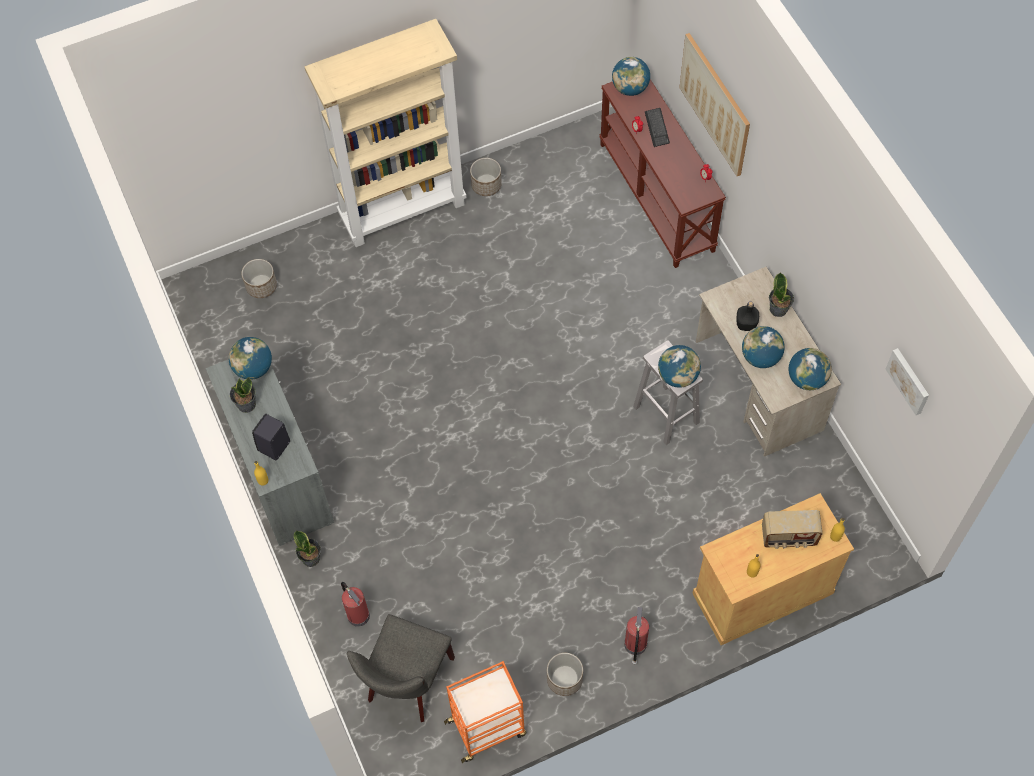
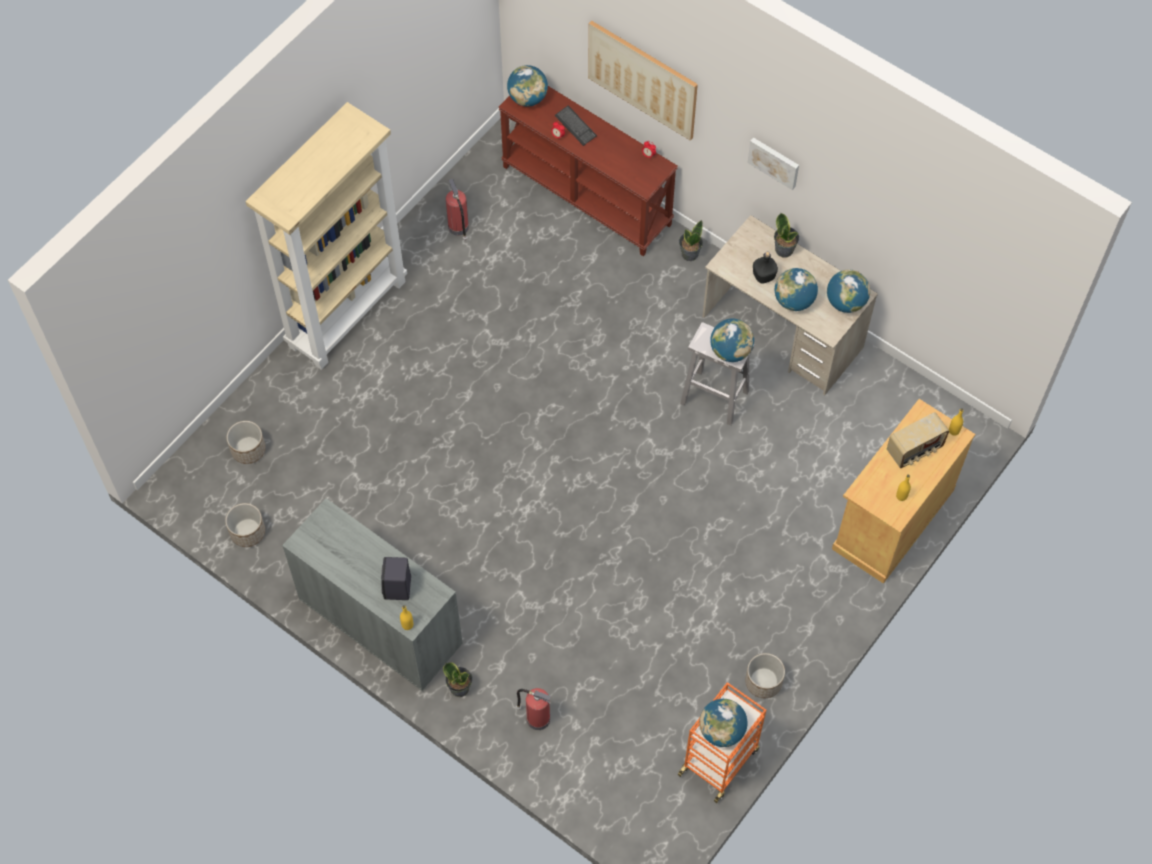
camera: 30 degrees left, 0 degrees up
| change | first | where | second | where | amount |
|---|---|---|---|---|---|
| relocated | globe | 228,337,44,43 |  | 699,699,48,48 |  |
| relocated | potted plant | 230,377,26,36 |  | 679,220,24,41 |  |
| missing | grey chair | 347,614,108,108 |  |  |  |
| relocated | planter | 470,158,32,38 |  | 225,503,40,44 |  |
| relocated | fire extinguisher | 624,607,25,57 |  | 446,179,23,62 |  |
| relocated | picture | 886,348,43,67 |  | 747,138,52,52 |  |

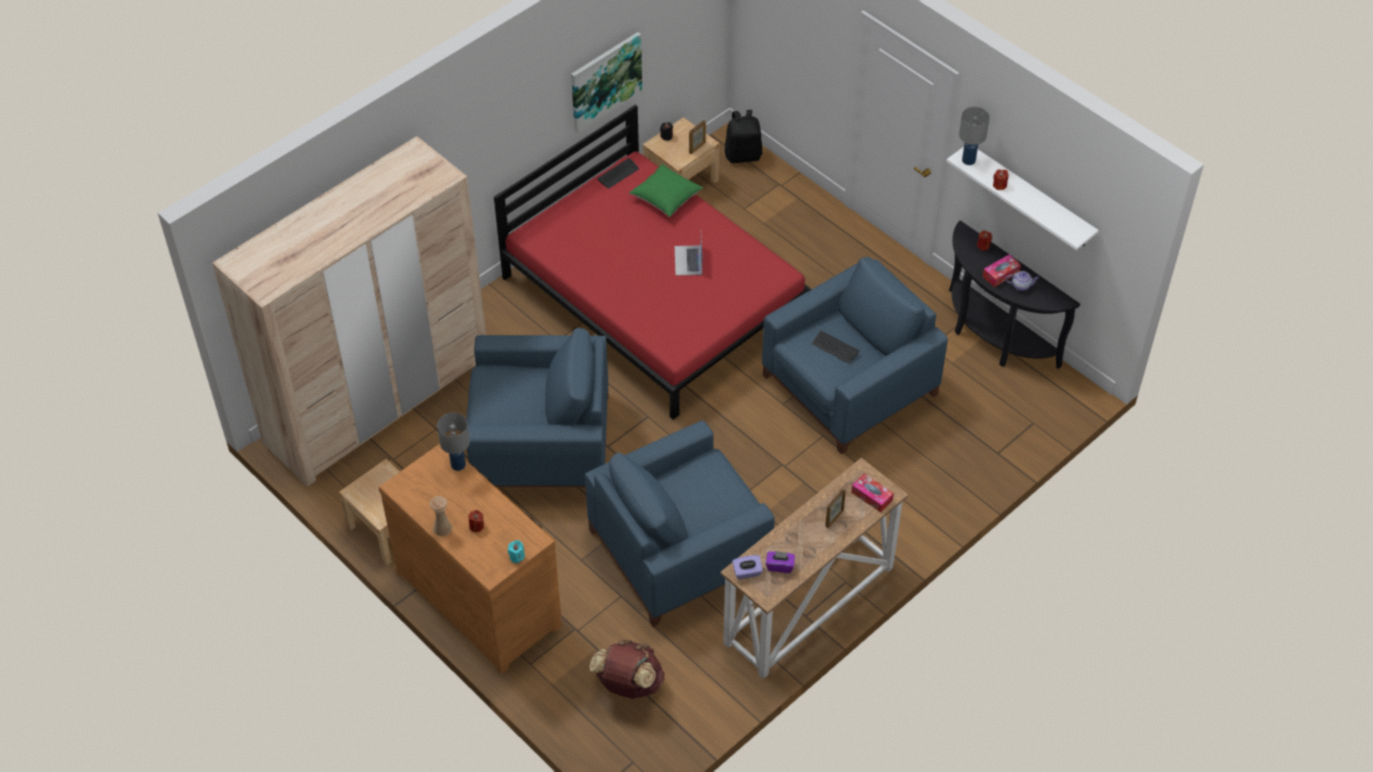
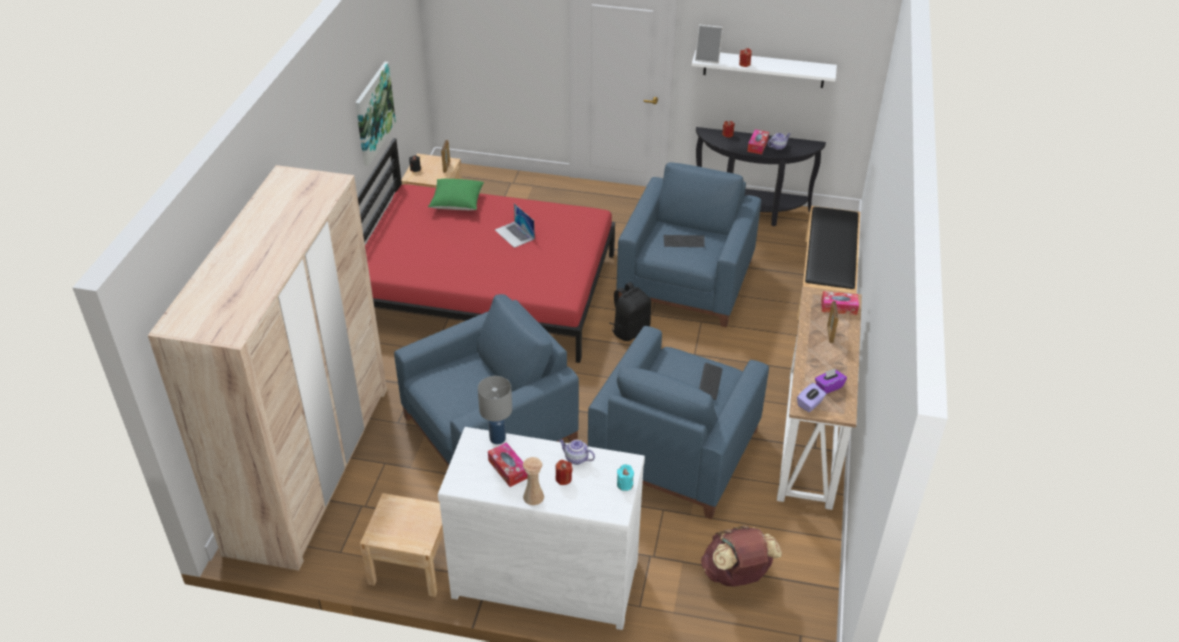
camera: 35 degrees left, 10 degrees down
| change | first | where | second | where | amount |
|---|---|---|---|---|---|
| colour | brown dresser | 379,444,183,230 | white dresser | 438,427,207,203 |  |
| relocated | keyboard | 597,158,42,31 |  | 699,363,24,37 |  |
| relocated | black backpack | 725,110,37,53 |  | 609,282,42,59 |  |
| exchanged | grey table lamp | 959,107,31,58 | picture frame | 695,25,28,38 |  |
| appeared |  |  | tissue box | 488,442,40,45 |  |
| appeared |  |  | teapot | 559,439,36,26 |  |
| appeared |  |  | black bench | 797,206,63,114 |  |

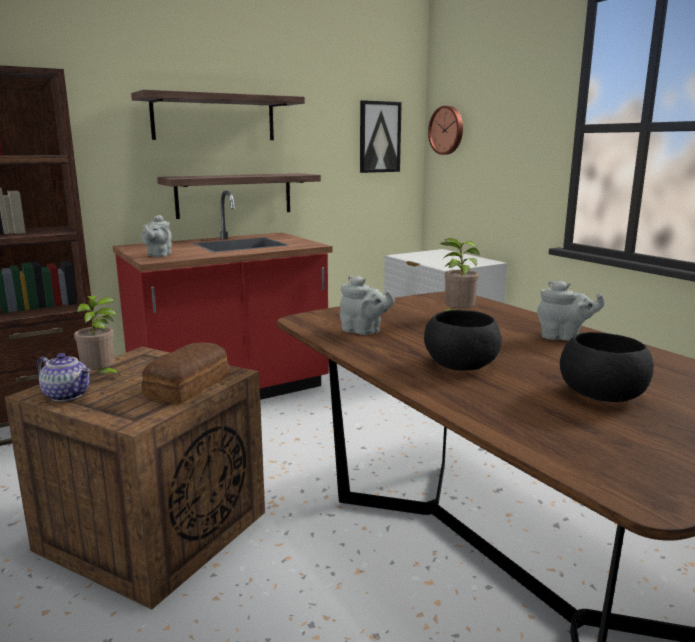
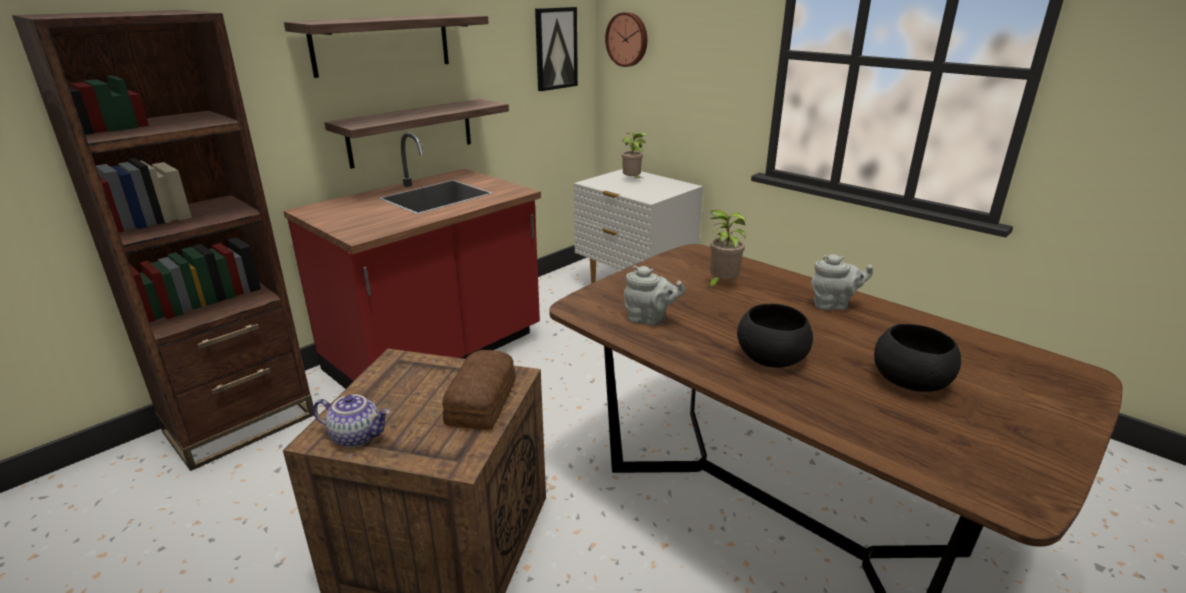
camera: 15 degrees left, 10 degrees up
| change | first | where | second | where | amount |
|---|---|---|---|---|---|
| relocated | potted plant | 74,296,47,80 |  | 622,132,26,46 |  |
| missing | grey teapot | 141,215,31,42 |  |  |  |

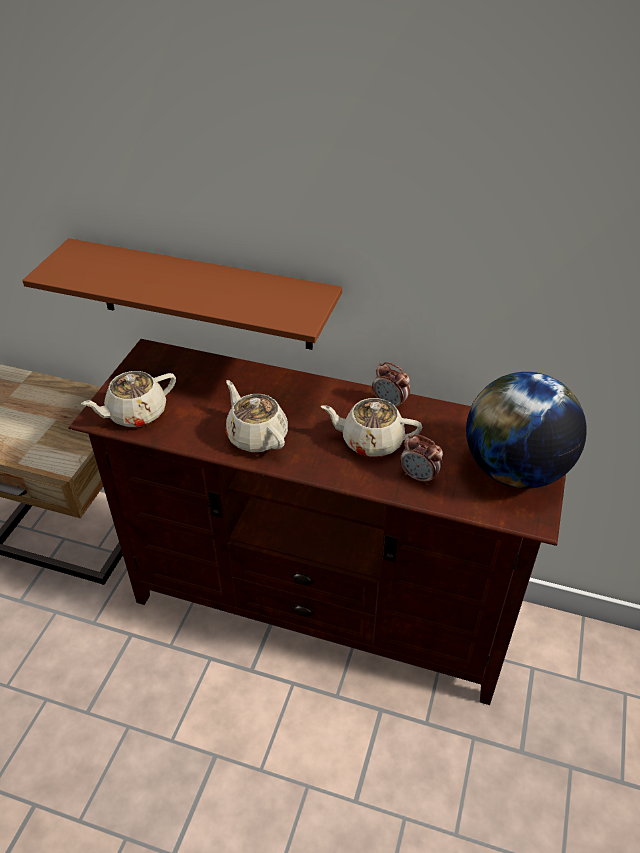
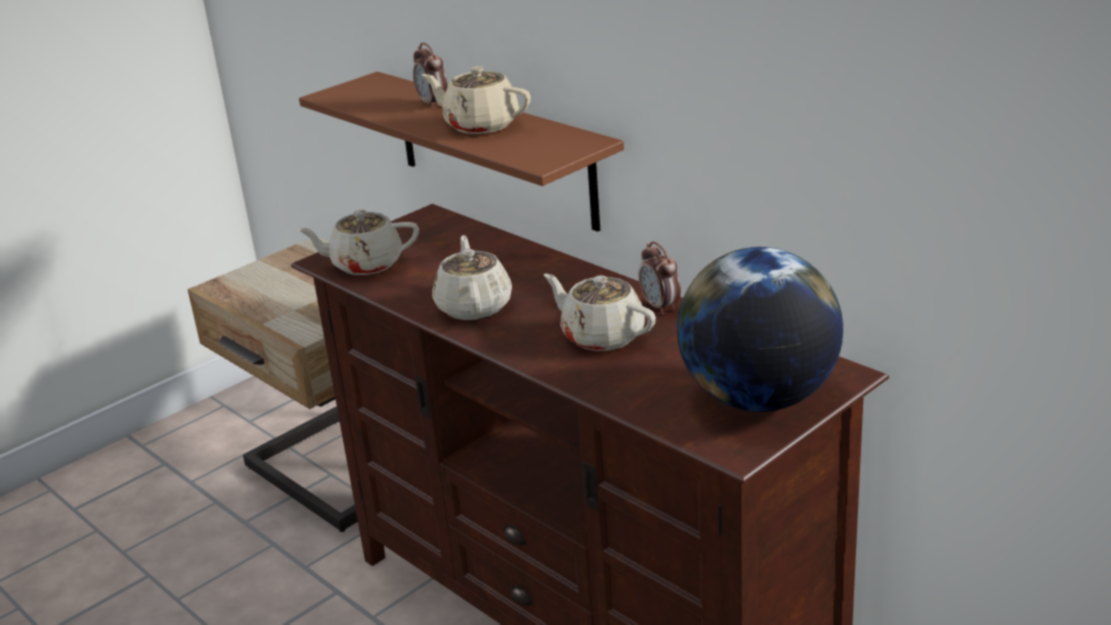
camera: 30 degrees right, 15 degrees down
| change | first | where | second | where | amount |
|---|---|---|---|---|---|
| relocated | alarm clock | 400,434,43,51 |  | 413,43,35,66 |  |
| appeared |  |  | beige teapot | 422,66,109,68 |  |

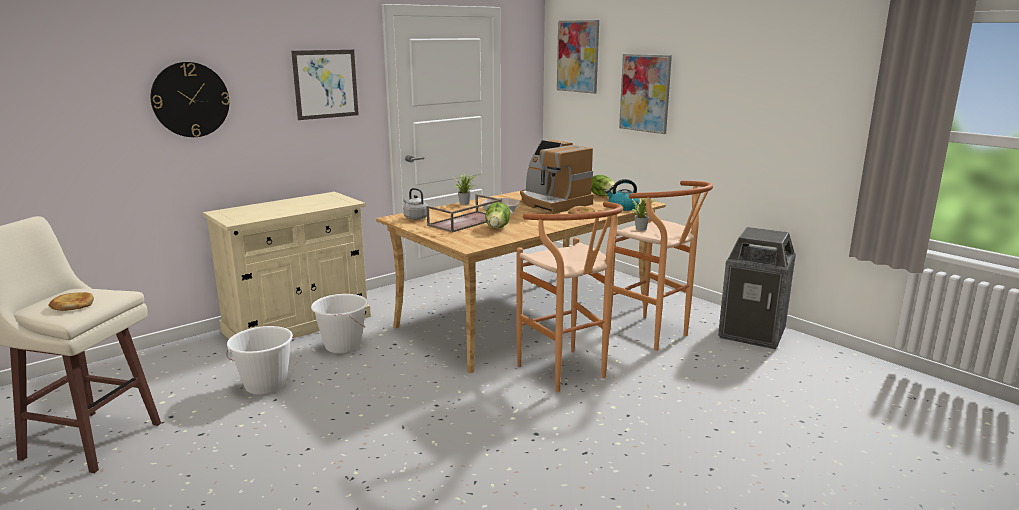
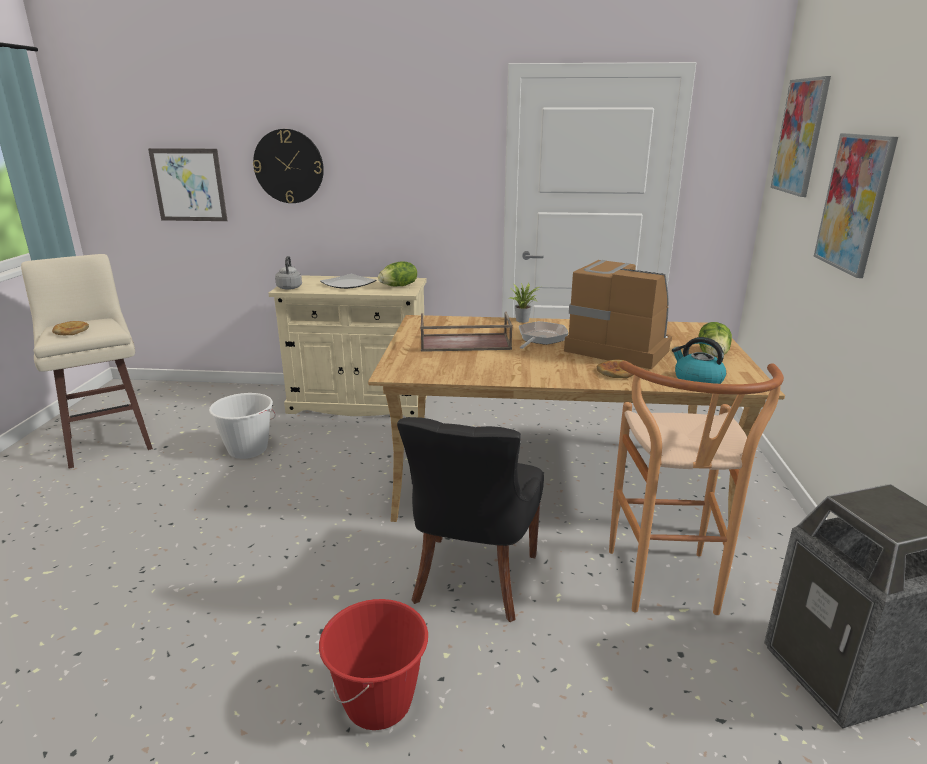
camera: 45 degrees right, 5 degrees up
| change | first | where | second | where | amount |
|---|---|---|---|---|---|
| relocated | picture | 291,50,68,70 |  | 148,148,80,73 |  |
| missing | white bucket | 311,294,57,60 |  |  |  |
| relocated | grey kettle | 403,188,25,32 |  | 275,256,27,34 |  |
| relocated | lettuce | 485,202,25,27 |  | 378,262,39,25 |  |
| exchanged | brown stool | 516,202,107,190 | black chair | 397,417,147,205 |  |
| spun | coffee machine | 520,140,74,74 |  | 564,260,108,109 | 120 degrees clockwise |
| missing | potted plant | 631,198,25,32 |  |  |  |
| appeared |  |  | red bucket | 319,599,109,131 |  |
| appeared |  |  | plate | 320,274,56,15 |  |

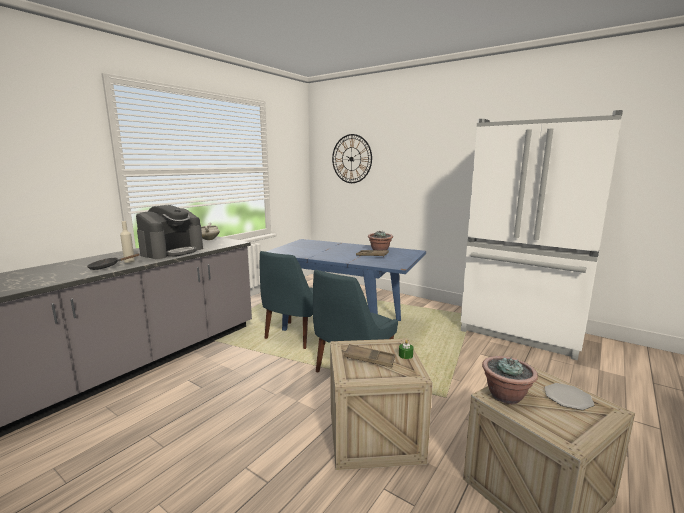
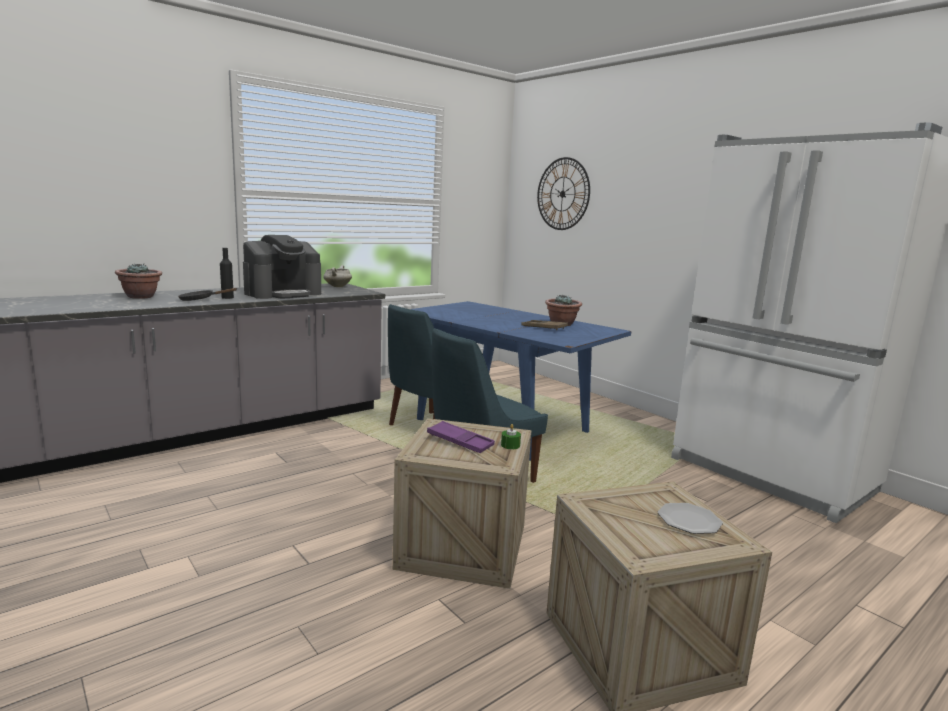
camera: 15 degrees right, 0 degrees up
| change | first | where | second | where | amount |
|---|---|---|---|---|---|
| colour | beige bottle | 120,221,15,42 | black bottle | 220,248,14,51 |  |
| colour | brown tray | 344,344,51,23 | purple tray | 427,421,68,32 |  |
| relocated | potted plant | 482,356,56,48 |  | 115,263,47,36 |  |

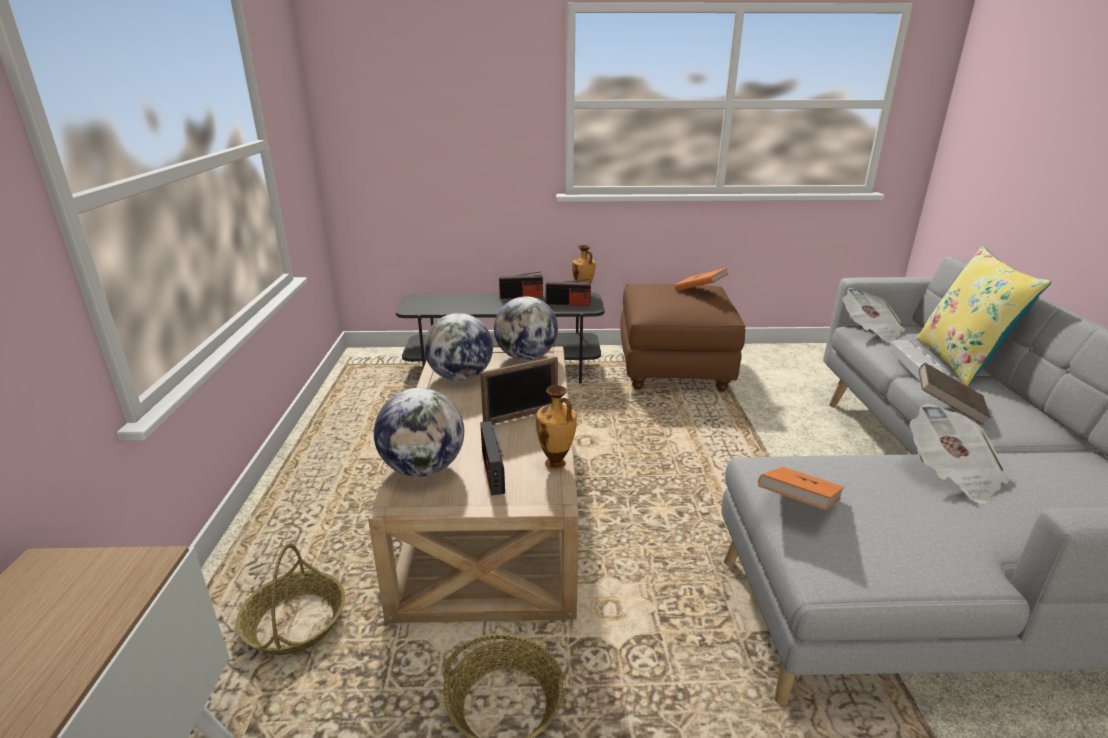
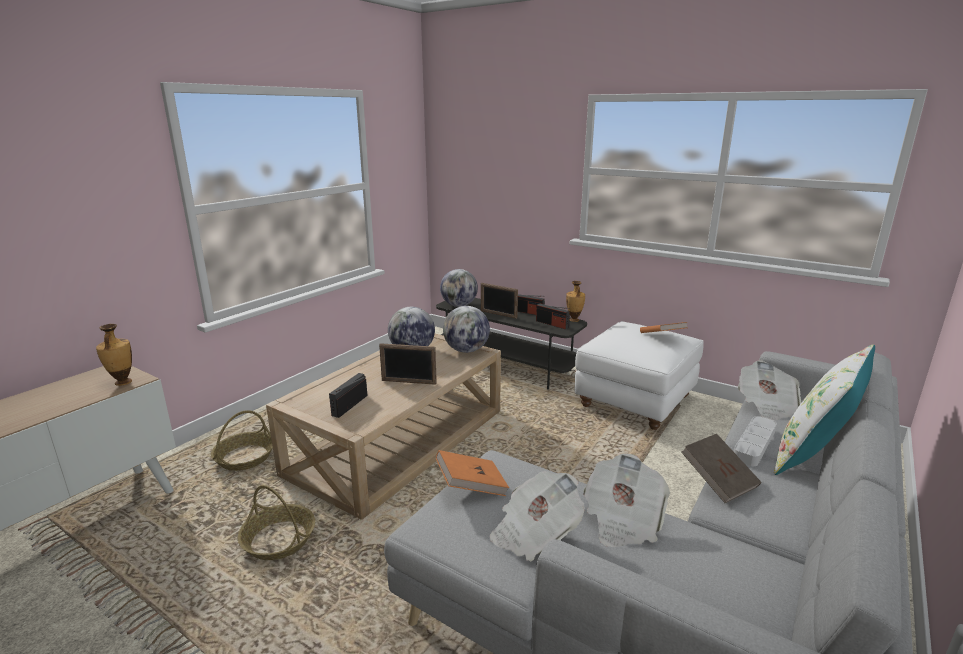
camera: 35 degrees right, 5 degrees down
| change | first | where | second | where | amount |
|---|---|---|---|---|---|
| relocated | globe | 374,388,90,89 |  | 440,269,38,38 |  |
| relocated | vase | 536,385,41,85 |  | 96,324,36,62 |  |
| colour | brown ottoman | 621,284,124,108 | white ottoman | 574,321,130,109 |  |
| colour | yellow pillow | 916,246,136,141 | white pillow | 774,344,101,131 |  |
| appeared |  |  | picture frame | 481,283,37,36 |  |
| appeared |  |  | newspaper | 490,471,95,90 |  |

